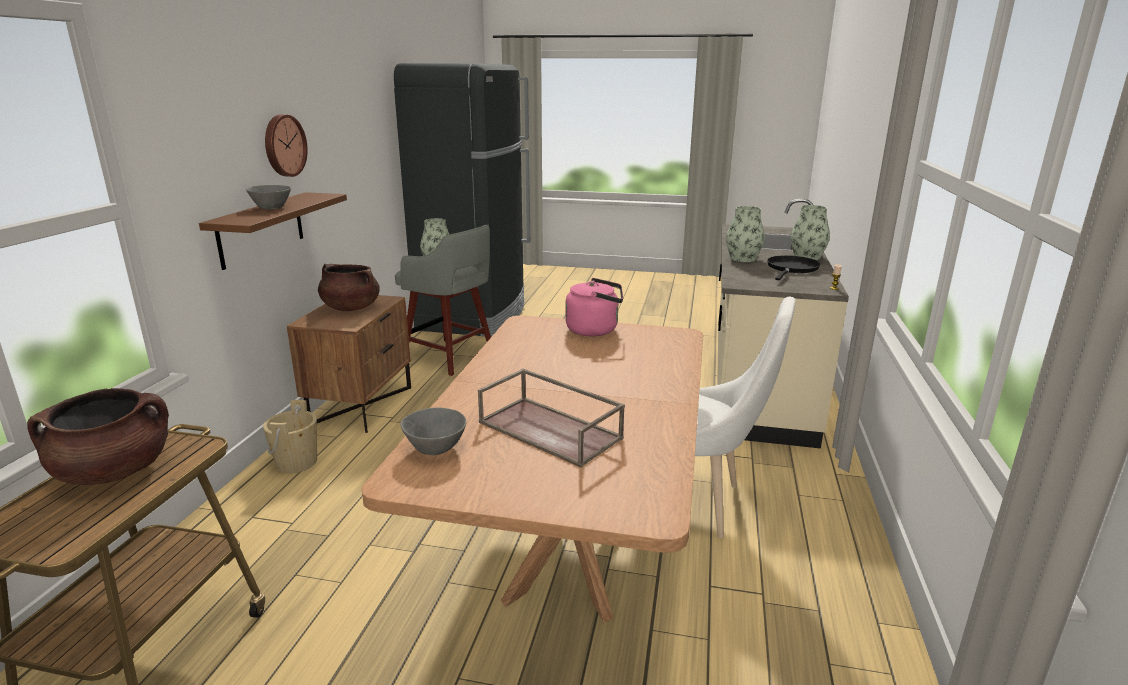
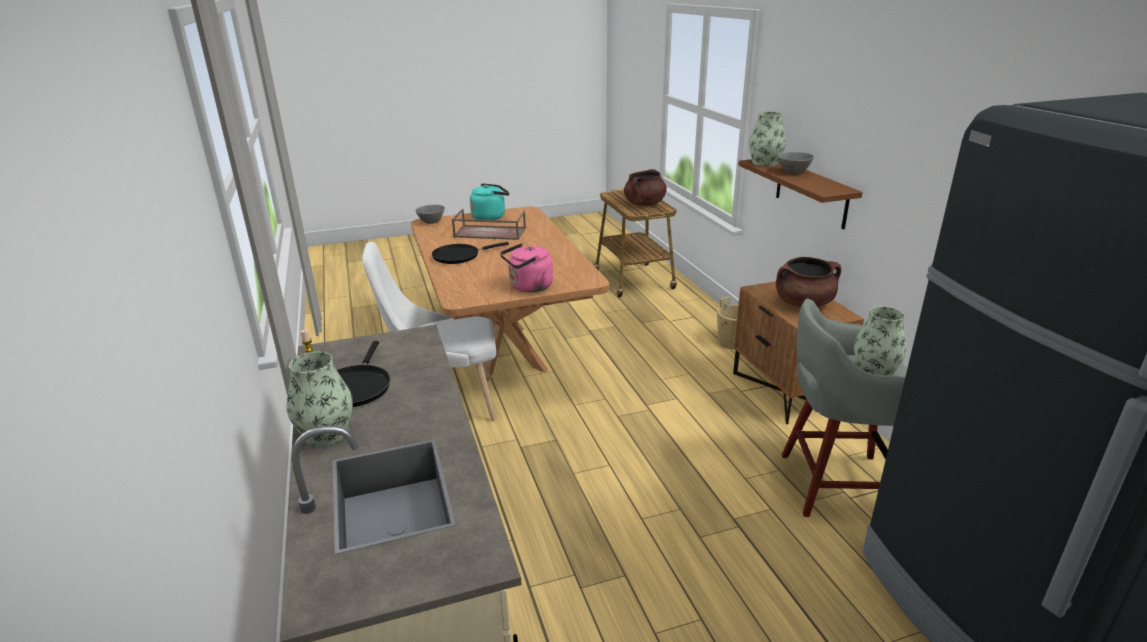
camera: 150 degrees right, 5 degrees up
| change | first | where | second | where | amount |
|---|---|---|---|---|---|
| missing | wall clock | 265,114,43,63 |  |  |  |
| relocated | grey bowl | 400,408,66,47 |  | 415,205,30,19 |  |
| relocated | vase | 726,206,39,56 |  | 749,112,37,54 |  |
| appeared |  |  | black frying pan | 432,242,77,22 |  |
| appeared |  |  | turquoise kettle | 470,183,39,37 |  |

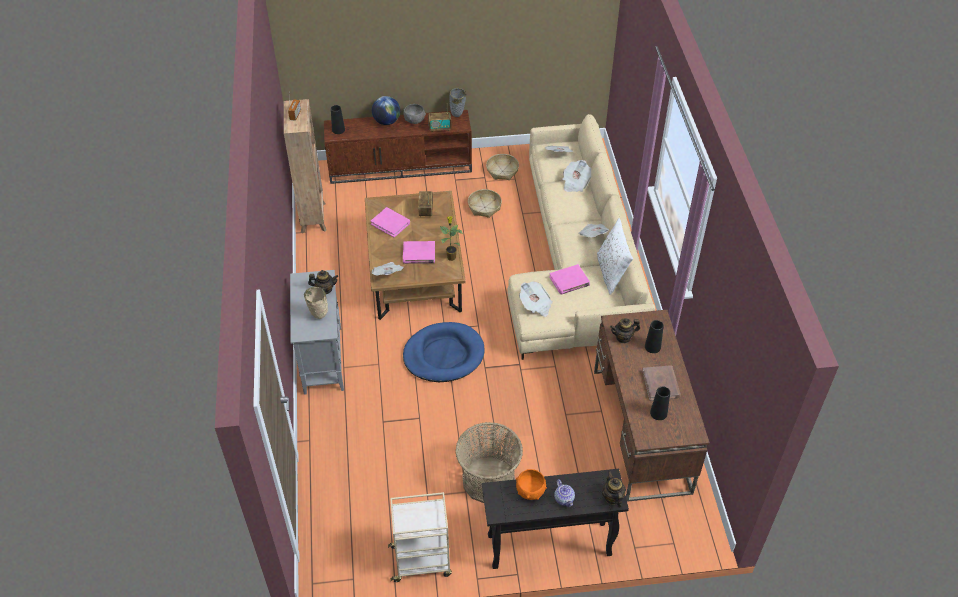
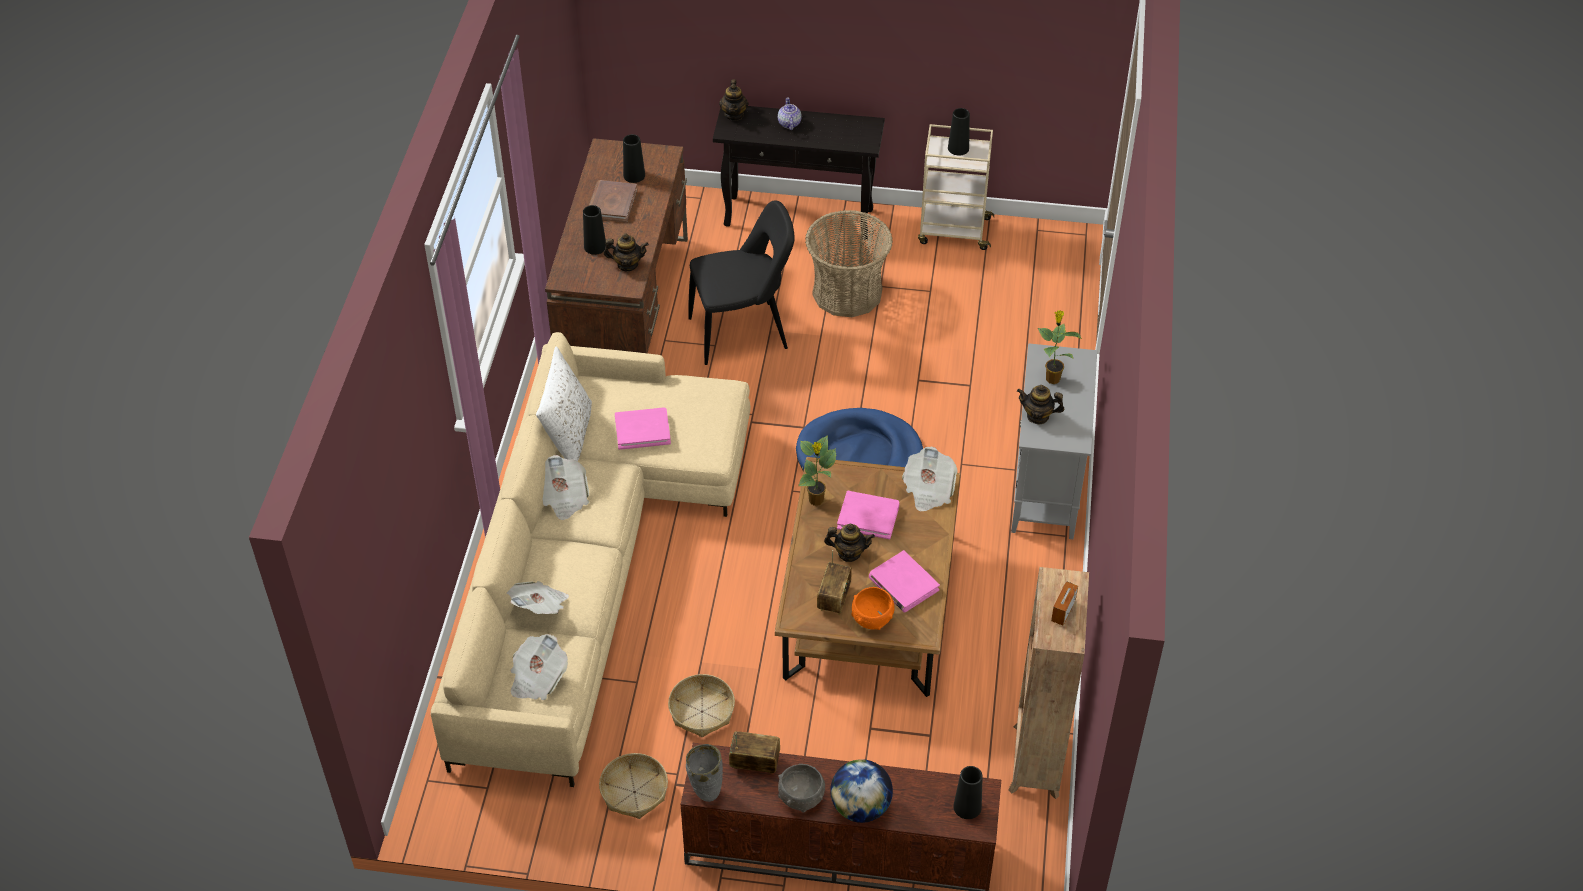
camera: 165 degrees left, 0 degrees up
| change | first | where | second | where | amount |
|---|---|---|---|---|---|
| exchanged | beige vase | 304,287,24,32 | potted plant | 1038,310,44,74 |  |
| relocated | orange bowl | 516,469,31,31 |  | 851,587,43,43 |  |
| missing | newspaper | 519,281,34,36 |  |  |  |
| appeared |  |  | black chair | 688,201,107,164 |  |
| appeared |  |  | teapot | 824,524,51,38 |  |
| appeared |  |  | black vase | 948,108,22,48 |  |

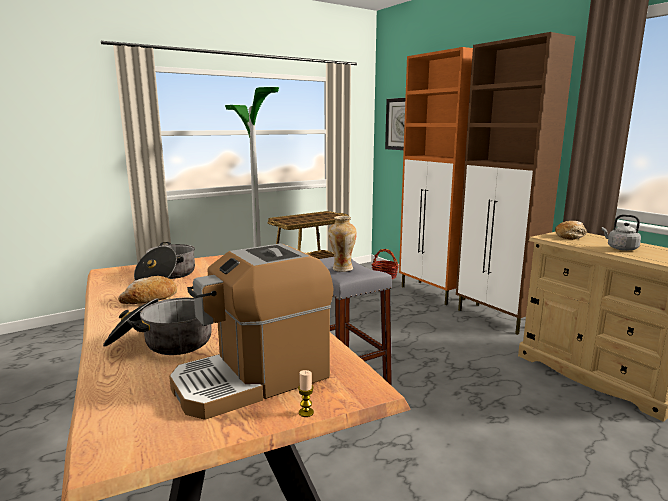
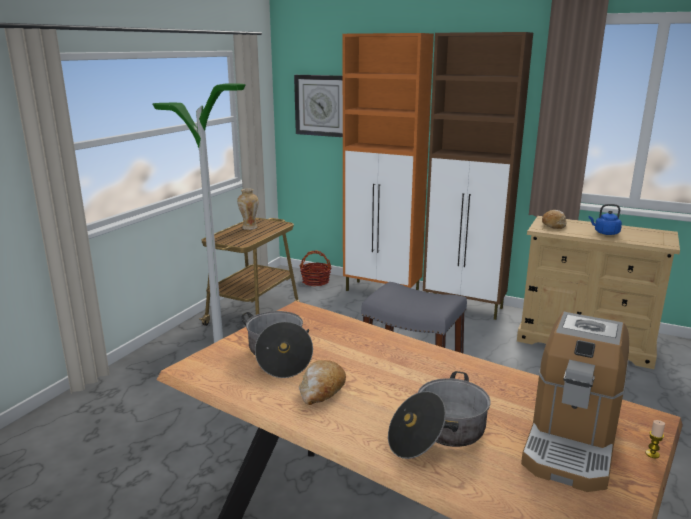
camera: 30 degrees left, 5 degrees up
| change | first | where | second | where | amount |
|---|---|---|---|---|---|
| relocated | vase | 328,216,29,56 |  | 237,188,22,42 |  |
| colour | grey kettle | 602,215,39,36 | blue kettle | 589,204,33,31 |  |

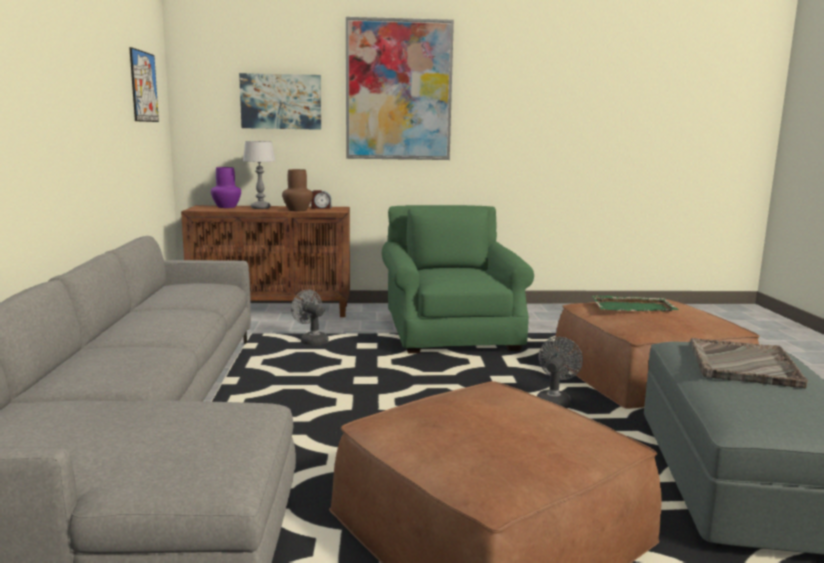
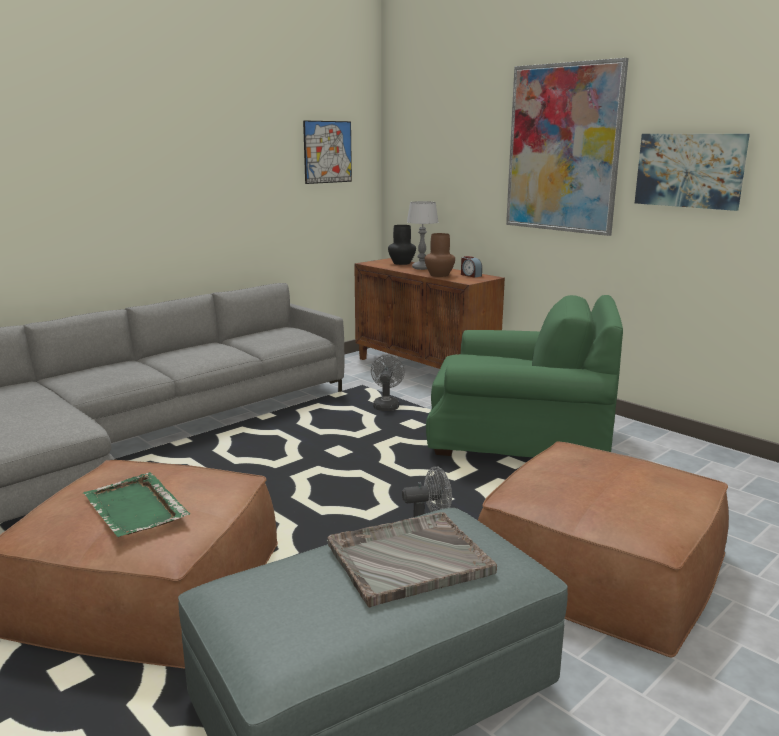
camera: 50 degrees right, 5 degrees up
| change | first | where | second | where | amount |
|---|---|---|---|---|---|
| colour | purple vase | 211,167,30,41 | black vase | 388,225,28,40 |  |
| relocated | picture | 239,73,82,57 |  | 635,134,115,77 |  |
| spun | green armchair | 382,205,152,149 |  | 426,295,197,162 | 60 degrees clockwise |
| relocated | green tray | 592,296,87,15 |  | 83,472,107,65 |  |

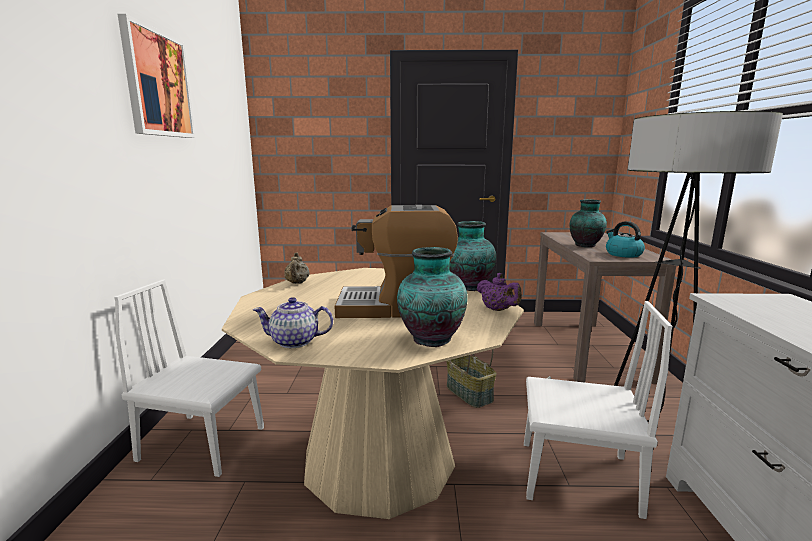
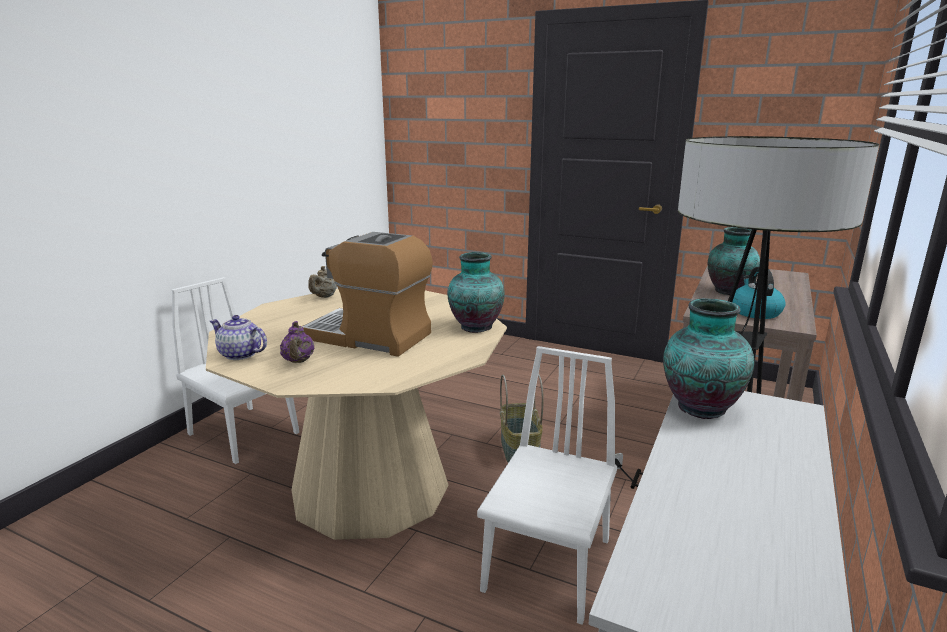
camera: 25 degrees right, 5 degrees up
| change | first | where | second | where | amount |
|---|---|---|---|---|---|
| missing | picture | 118,14,77,124 |  |  |  |
| relocated | vase | 397,247,70,100 |  | 663,298,91,121 |  |
| relocated | purple teapot | 477,273,45,38 |  | 280,321,34,42 |  |
| spun | white chair | 524,301,148,218 |  | 477,346,140,279 | 105 degrees counterclockwise |

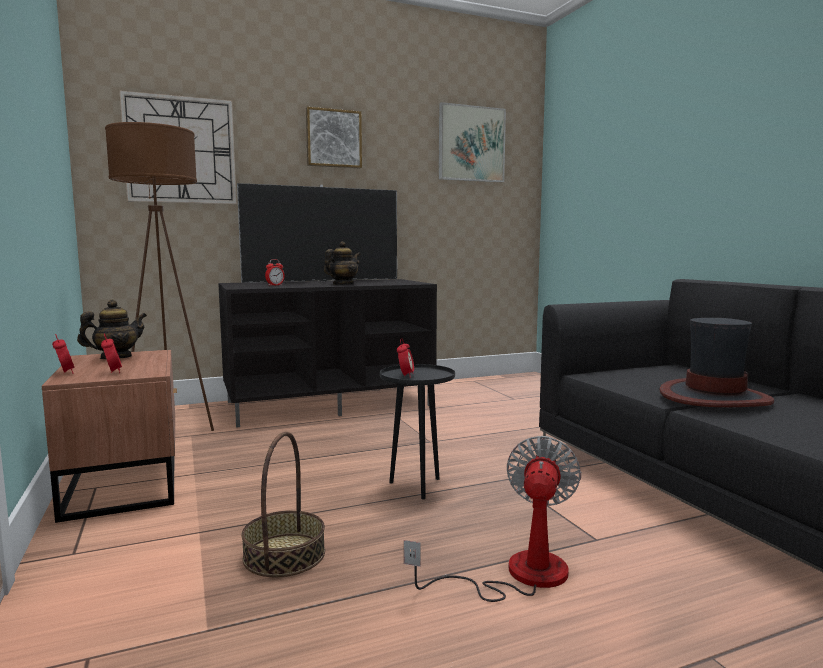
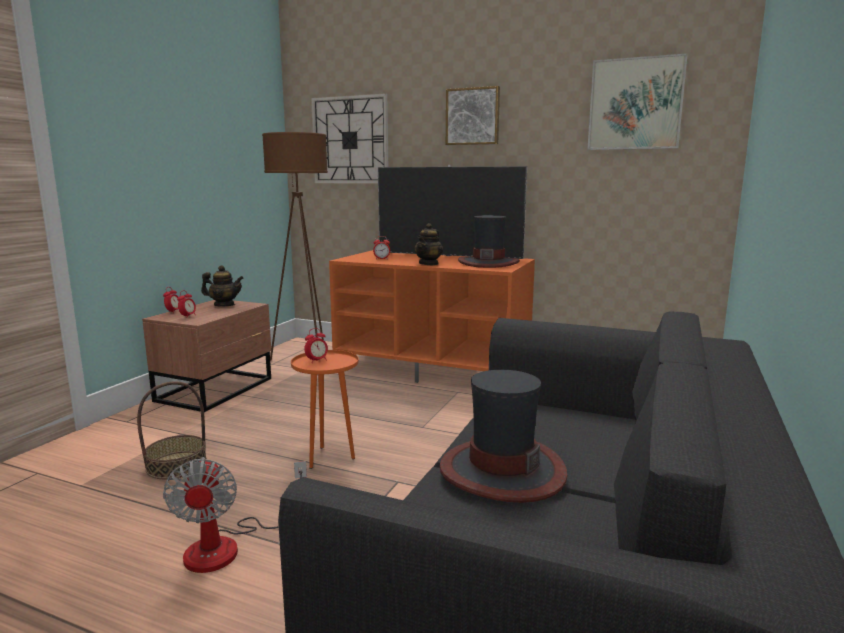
camera: 45 degrees right, 5 degrees up
| change | first | where | second | where | amount |
|---|---|---|---|---|---|
| colour | black tv stand | 218,279,219,149 | orange tv stand | 329,250,206,133 |  |
| spun | teapot | 324,241,37,44 |  | 414,223,29,42 | 120 degrees clockwise |
| colour | black side table | 380,364,75,135 | orange side table | 291,350,68,119 |  |
| spun | fan | 404,436,177,166 |  | 163,457,144,116 | 105 degrees clockwise |
| appeared |  |  | hat | 458,215,62,53 |  |

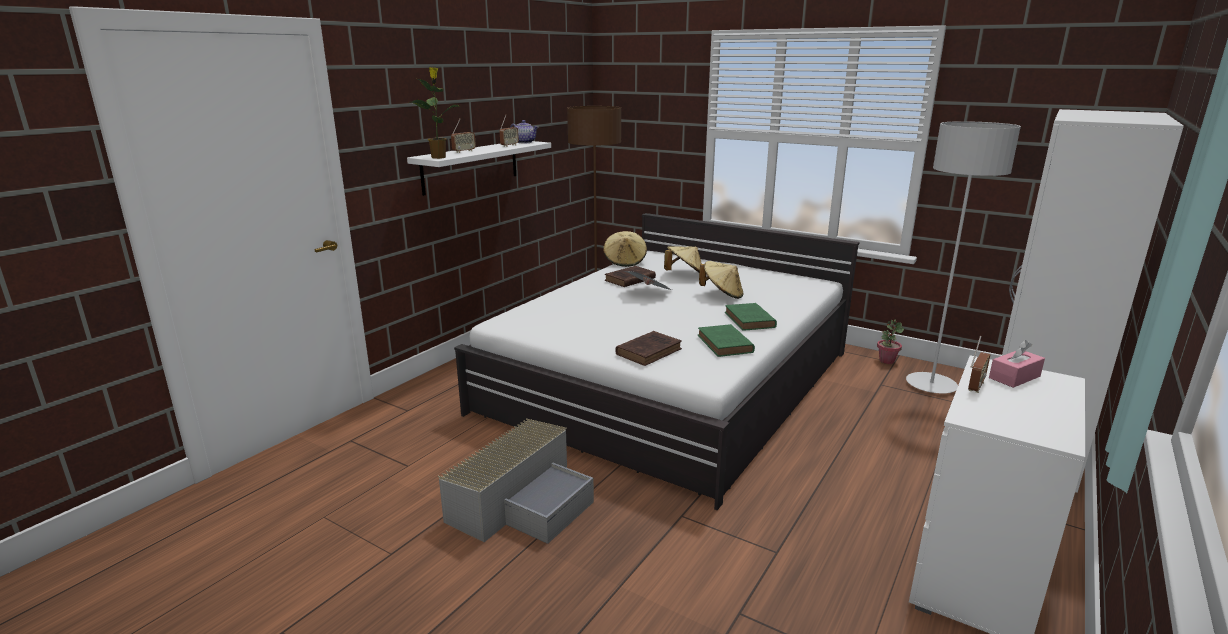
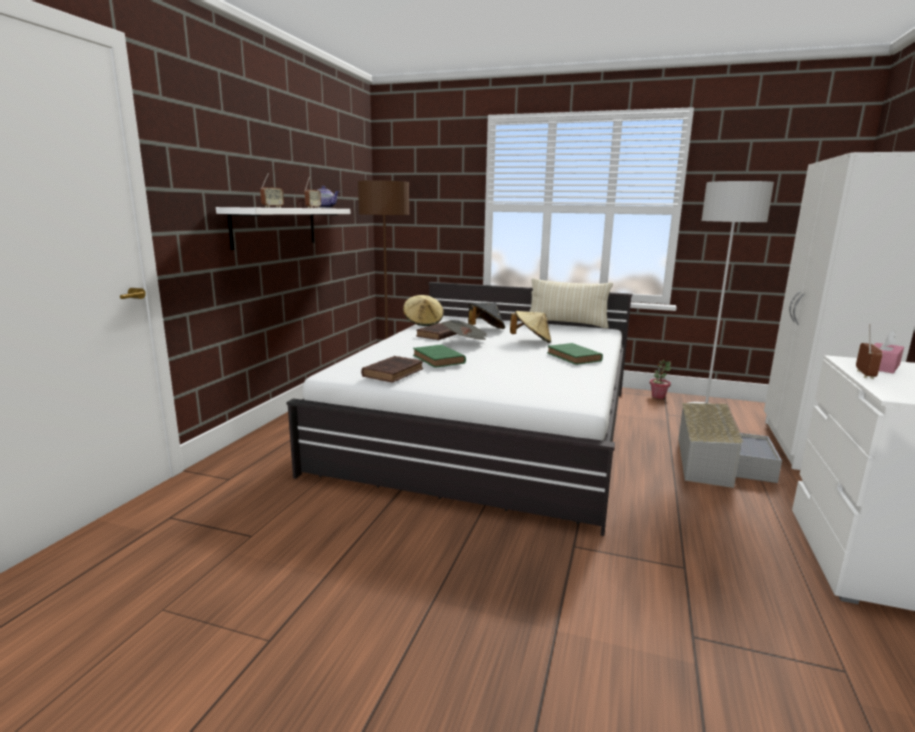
camera: 15 degrees left, 5 degrees down
| change | first | where | second | where | amount |
|---|---|---|---|---|---|
| missing | potted plant | 409,67,50,92 |  |  |  |
| relocated | grey storage box | 438,419,156,125 |  | 678,403,104,85 |  |
| relocated | brown book | 615,331,67,35 |  | 361,356,63,27 |  |
| colour | beige hat | 664,246,38,26 | black hat | 468,303,37,26 |  |
| relocated | green book | 698,324,57,33 |  | 413,345,53,23 |  |
| appeared |  |  | beige pillow | 529,278,84,50 |  |

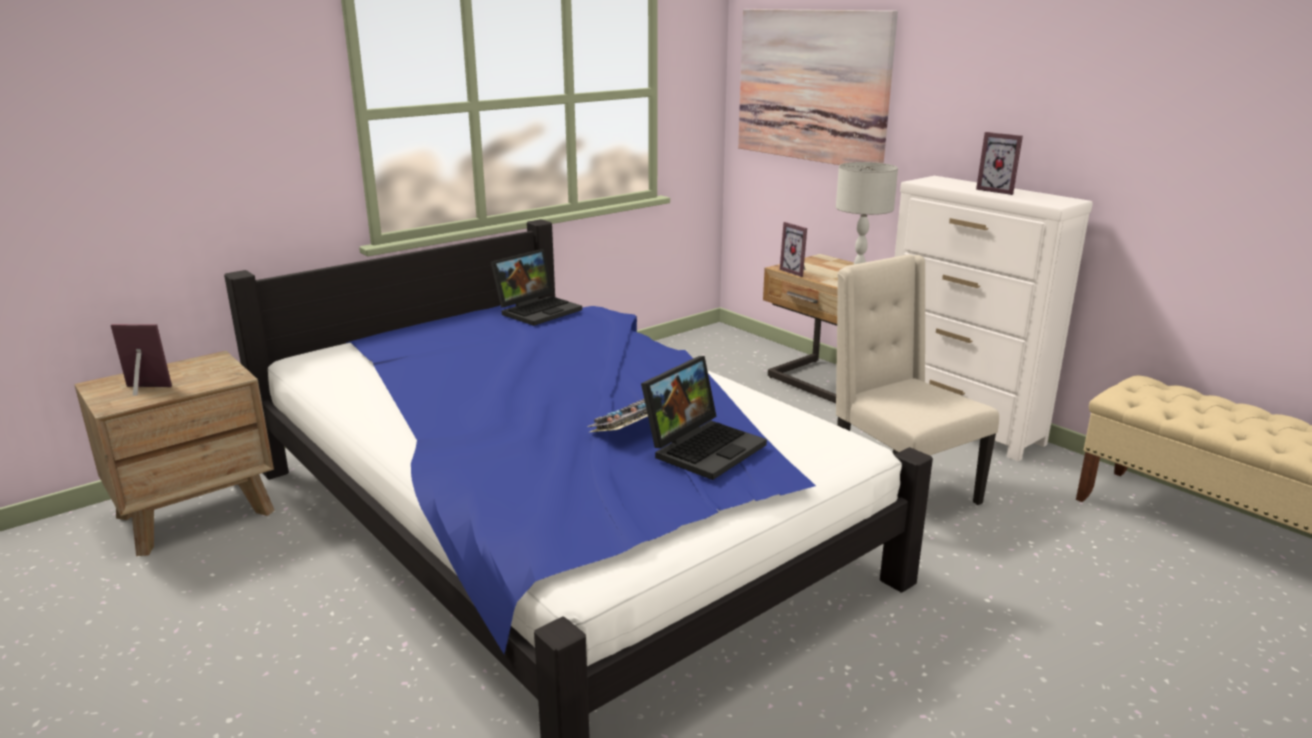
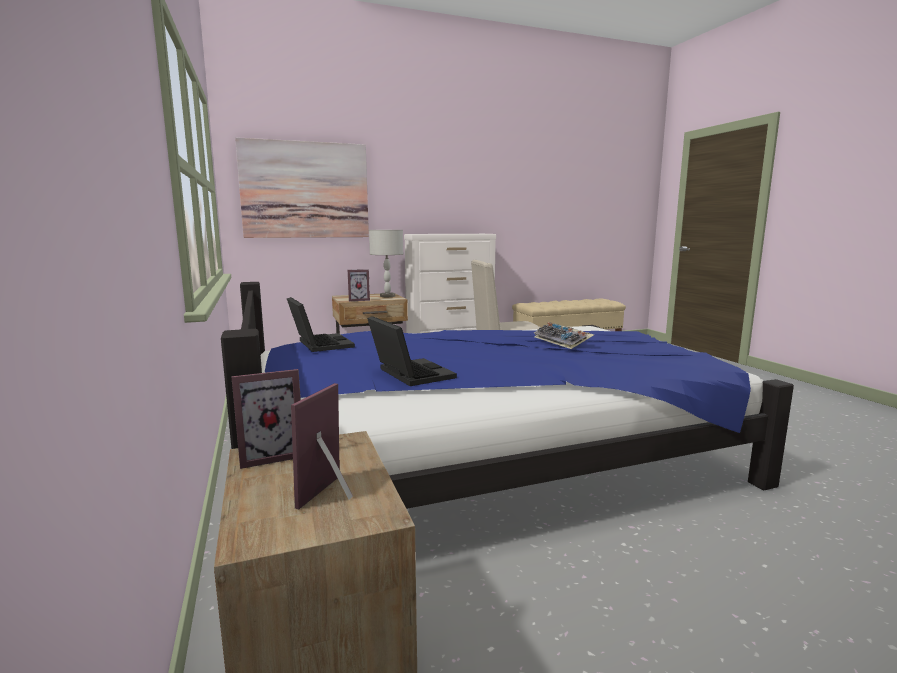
camera: 70 degrees left, 10 degrees down
| change | first | where | second | where | amount |
|---|---|---|---|---|---|
| relocated | laptop | 641,356,126,124 |  | 367,316,90,70 |  |
| relocated | picture frame | 976,132,47,63 |  | 231,369,70,100 |  |

